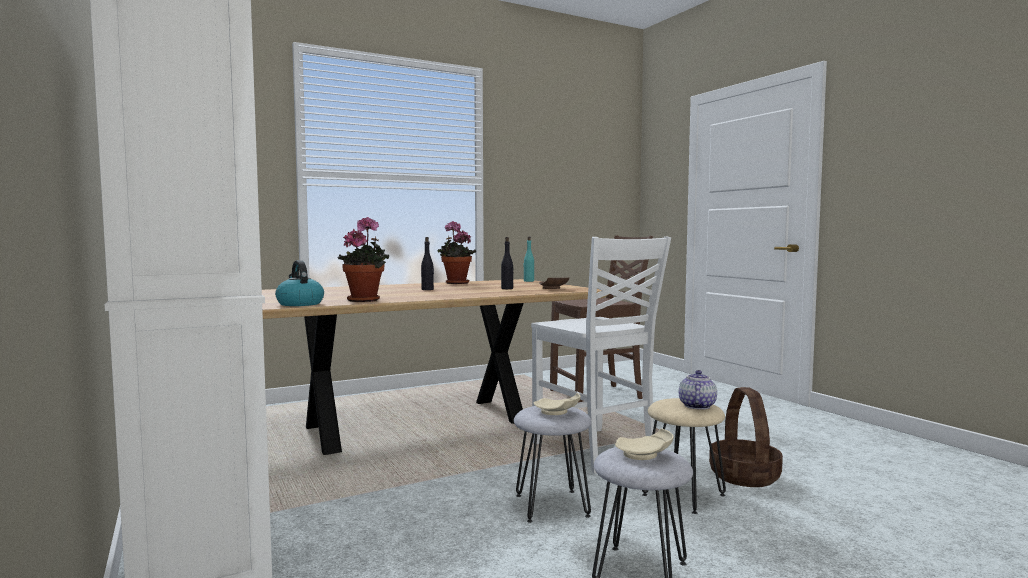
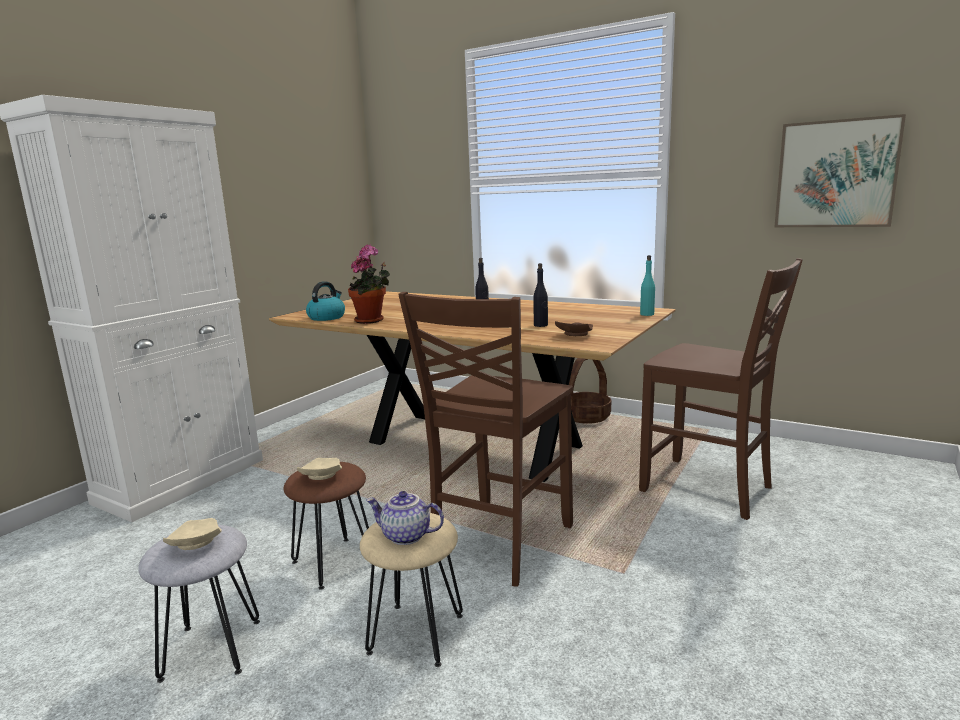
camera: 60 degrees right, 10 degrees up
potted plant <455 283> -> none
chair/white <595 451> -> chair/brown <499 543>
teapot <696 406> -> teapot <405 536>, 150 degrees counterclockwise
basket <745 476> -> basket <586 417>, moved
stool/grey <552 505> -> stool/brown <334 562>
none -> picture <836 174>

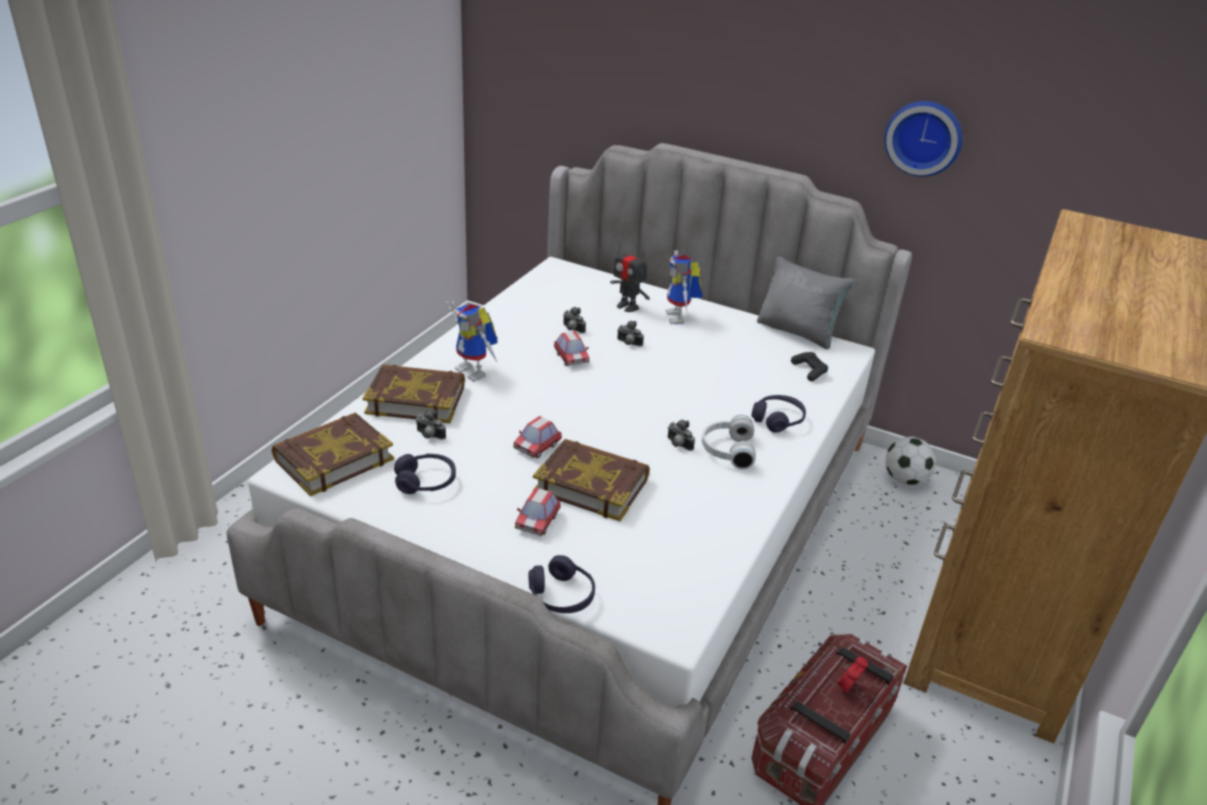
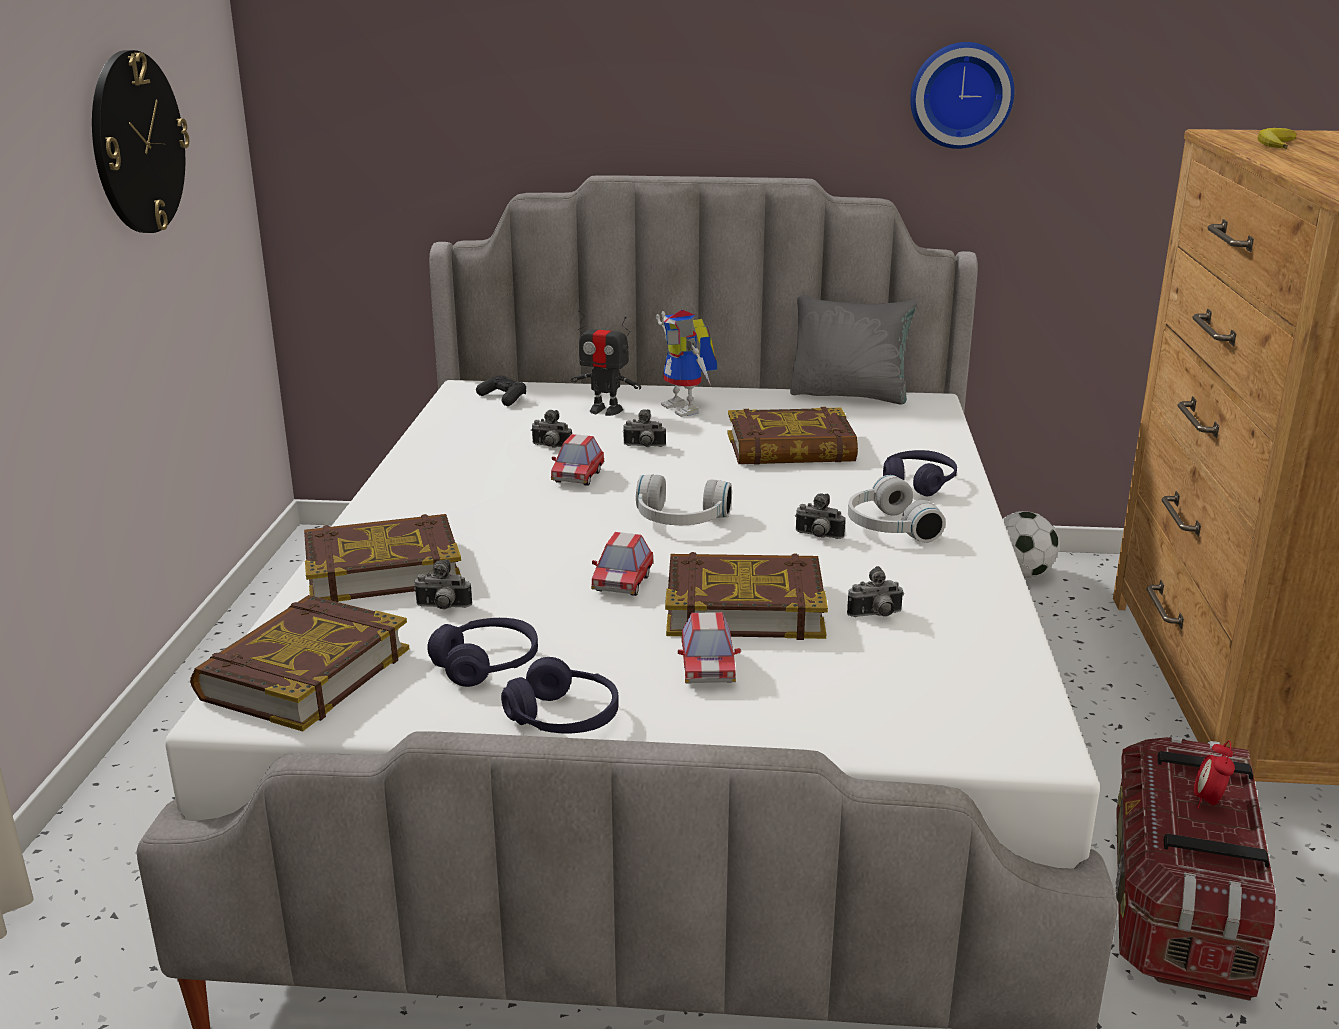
camera: 20 degrees left, 10 degrees down
toy robot <476 372> -> none
toy car <571 358> -> toy car <578 476>, 60 degrees clockwise
game controller/black <809 371> -> game controller/black <503 398>, moved
headphones/purple <561 595> -> headphones/purple <563 718>, moved
none -> wall clock <137 143>
none -> banana <1275 144>
none -> book <790 448>
none -> headphones/white <679 521>
none -> photo camera <876 616>

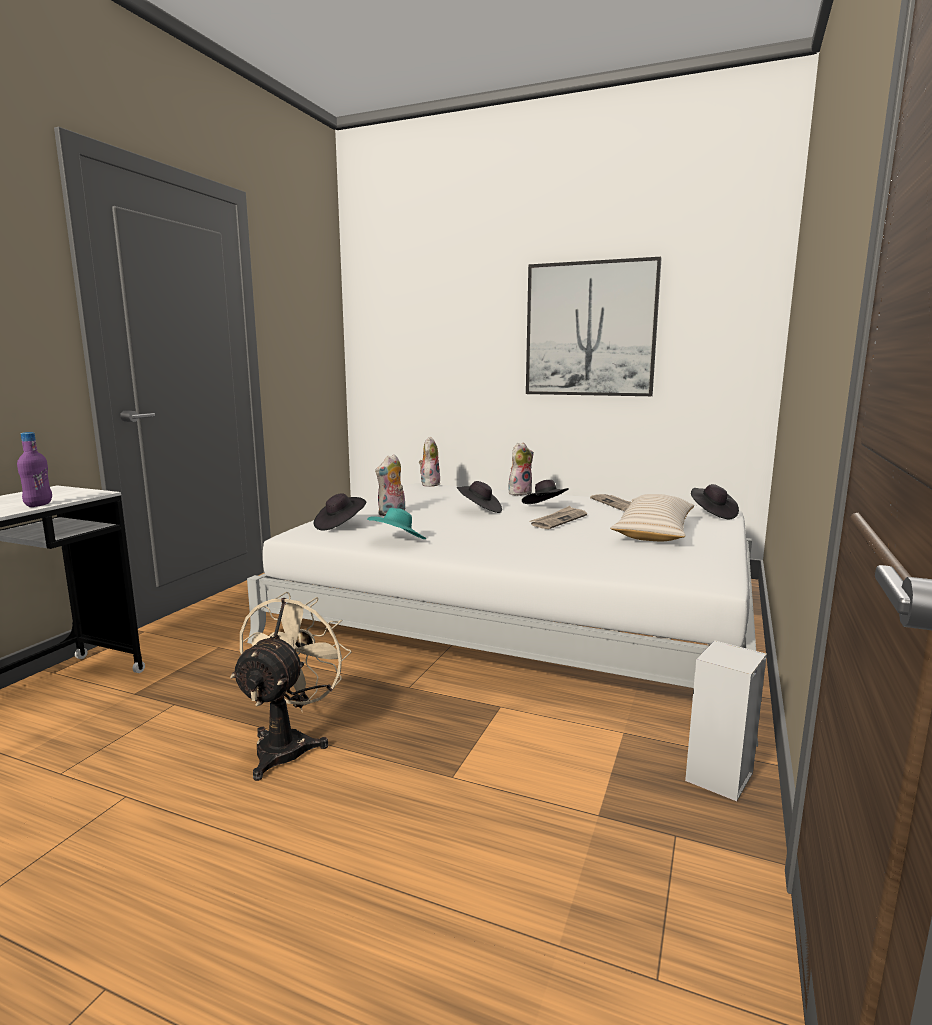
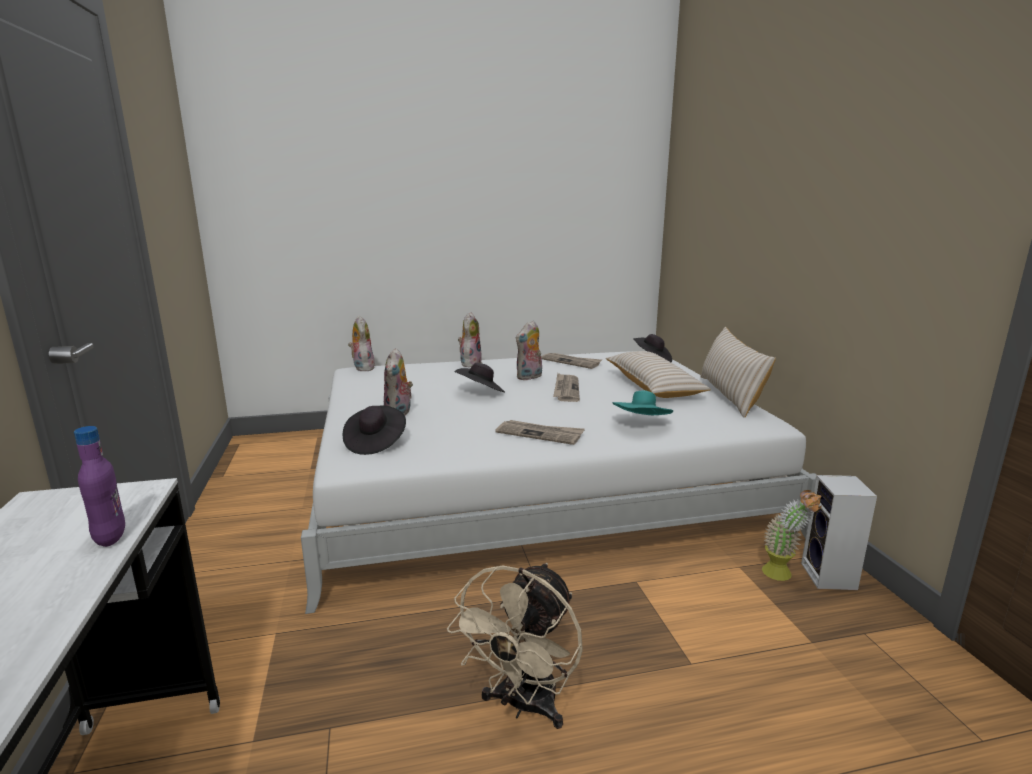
camera: 35 degrees left, 5 degrees up
picture <590 329> -> none
hat/black <545 507> -> plush toy <529 377>
hat/turquoise <398 542> -> hat/turquoise <642 423>, moved
fan/beige <289 744> -> fan/beige <523 706>, 135 degrees counterclockwise
none -> pillow/beige <729 395>
none -> newspaper <540 434>
none -> potted plant <783 576>

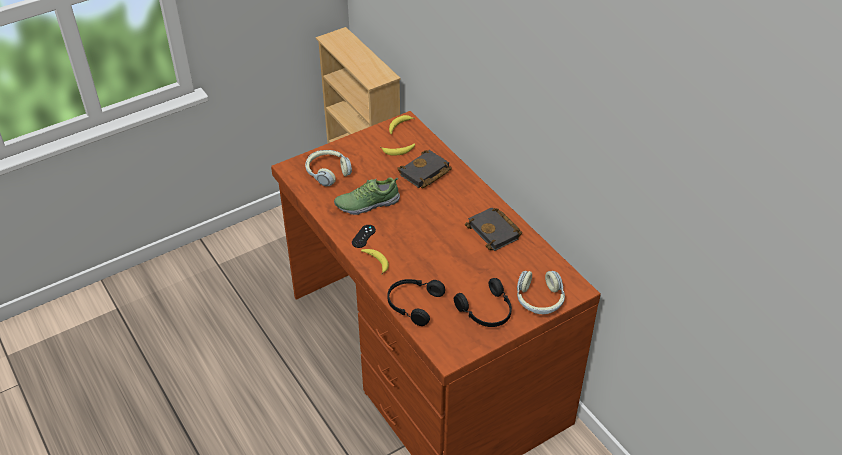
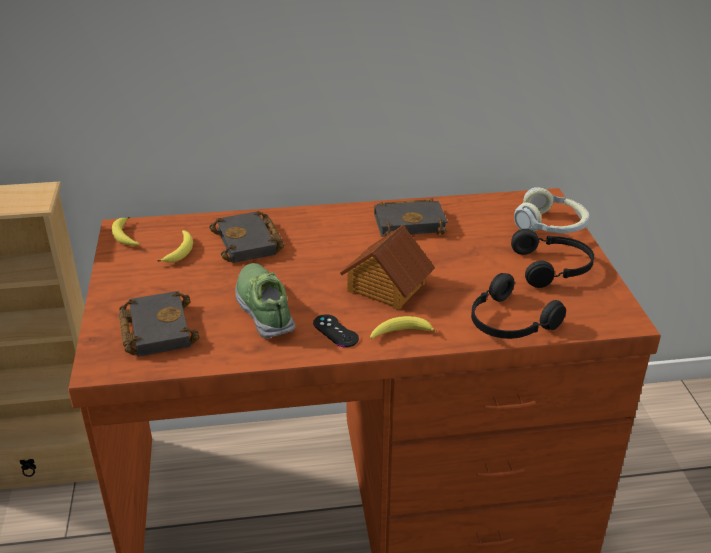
camera: 65 degrees left, 10 degrees down
headphones <327 172> -> book/black <155 328>
shoe <367 203> -> shoe <265 309>, 150 degrees clockwise
none -> toy house <385 287>

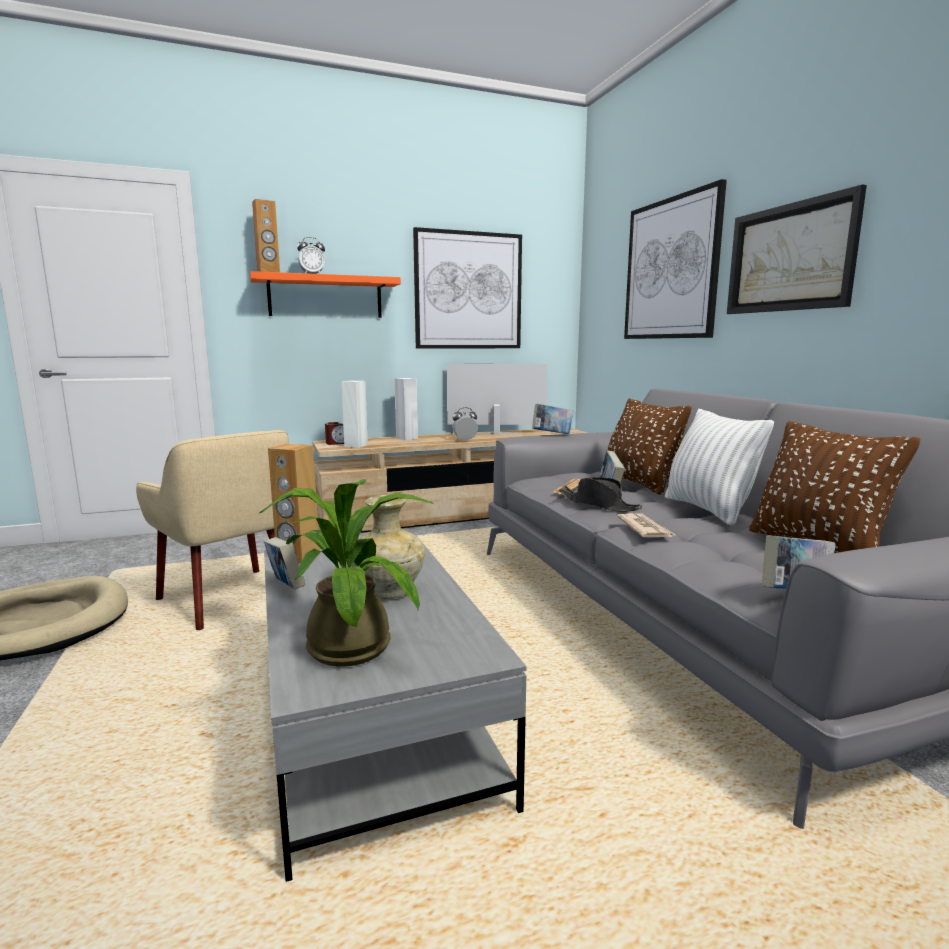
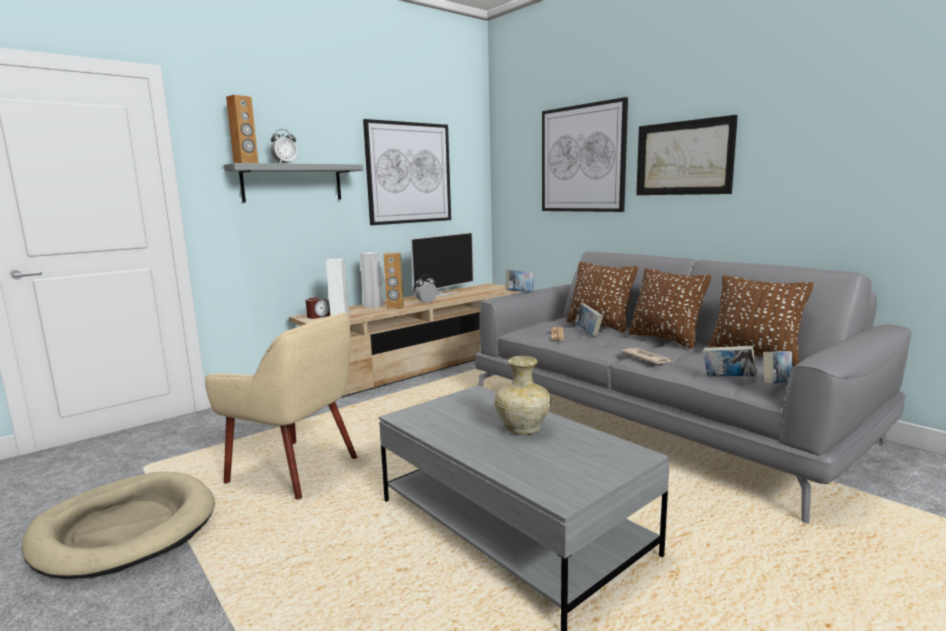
camera: 20 degrees left, 0 degrees up
shelf/orange <325 297> -> shelf/grey <292 183>
television <496 434> -> television <442 294>, 150 degrees clockwise
pillow/white <708 510> -> pillow/brown <665 339>
speaker/brown <298 557> -> speaker/brown <395 307>, moved
hat/black <599 504> -> none
potted plant <350 642> -> none
book <286 587> -> book <728 379>, moved

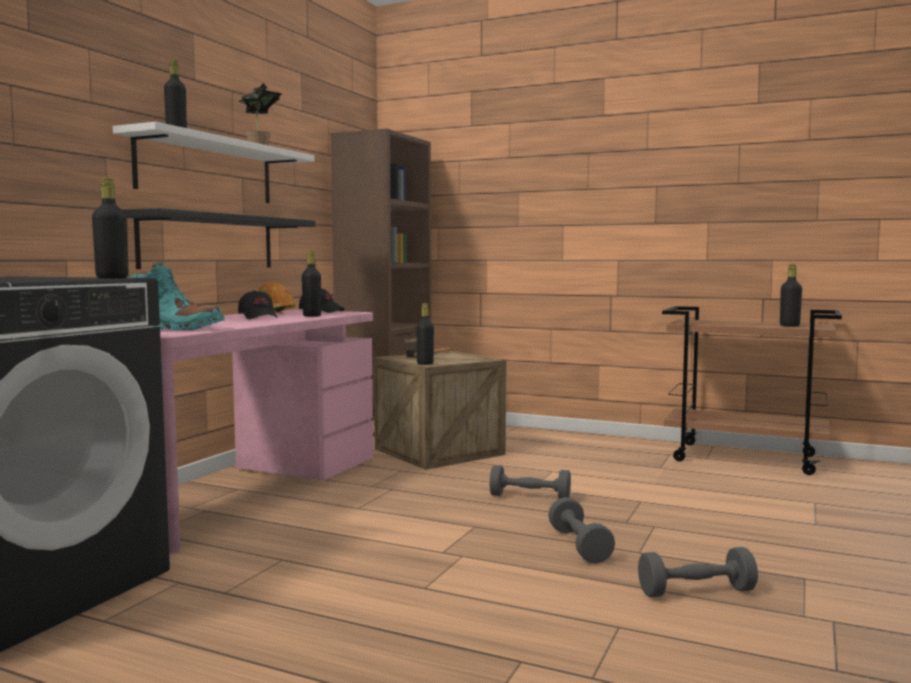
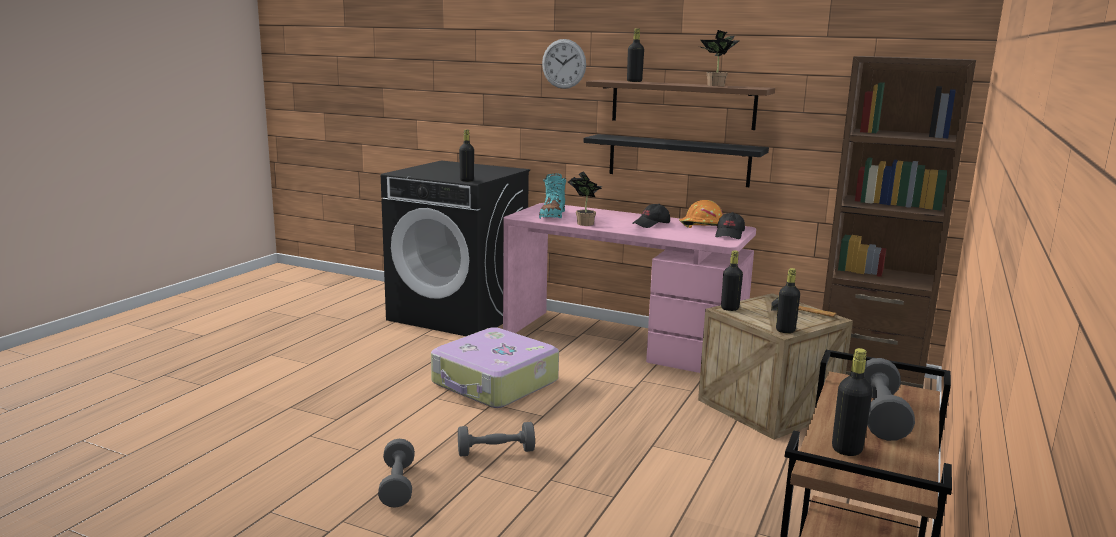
camera: 90 degrees right, 10 degrees up
shelf/white <207 170> -> shelf/brown <682 104>
bottle/black <312 316> -> bottle/black <785 330>, moved
dumbbell/grey <530 497> -> dumbbell/grey <880 416>, moved
none -> wall clock <564 64>
none -> potted plant <583 223>
none -> suitcase <494 383>

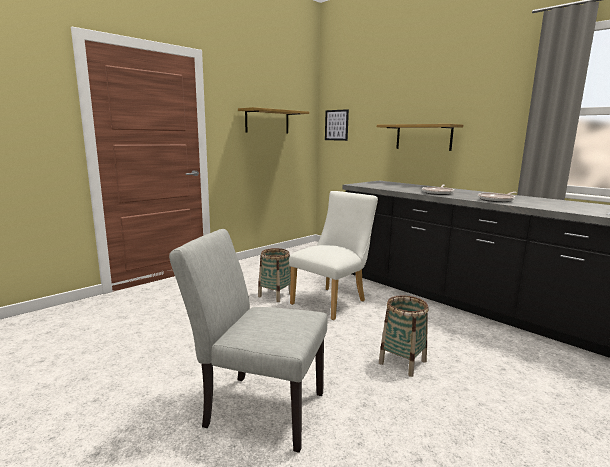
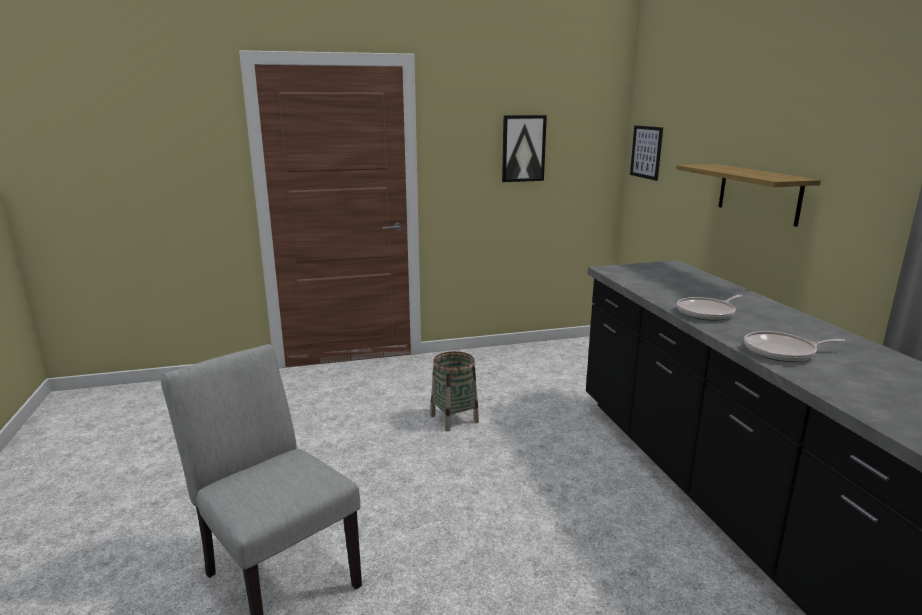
camera: 30 degrees right, 5 degrees up
shelf <267 121> -> picture <523 148>
chair/white <332 301> -> none
basket <402 362> -> none

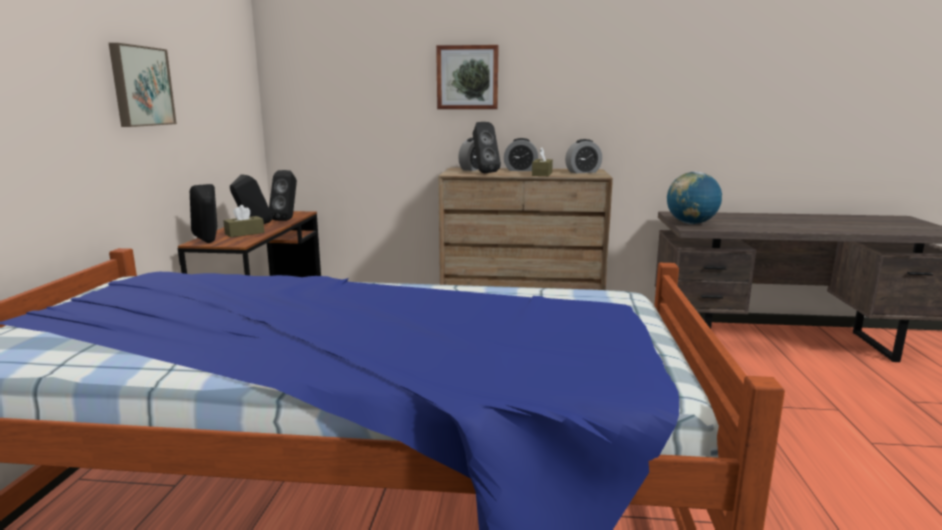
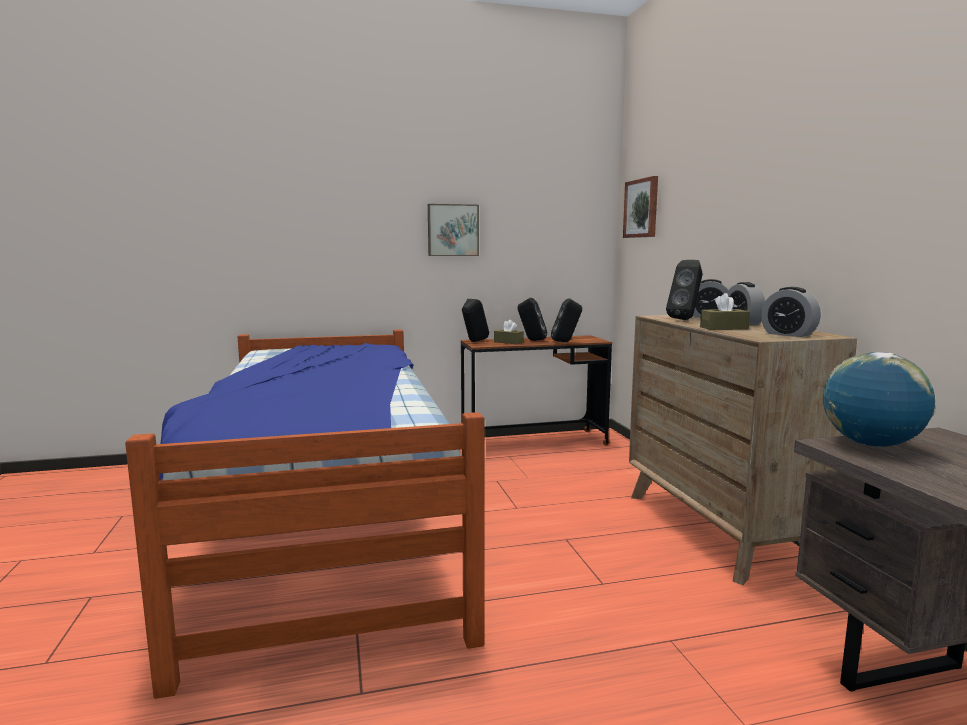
camera: 70 degrees right, 5 degrees down
picture <467 77> -> picture <642 208>, moved

